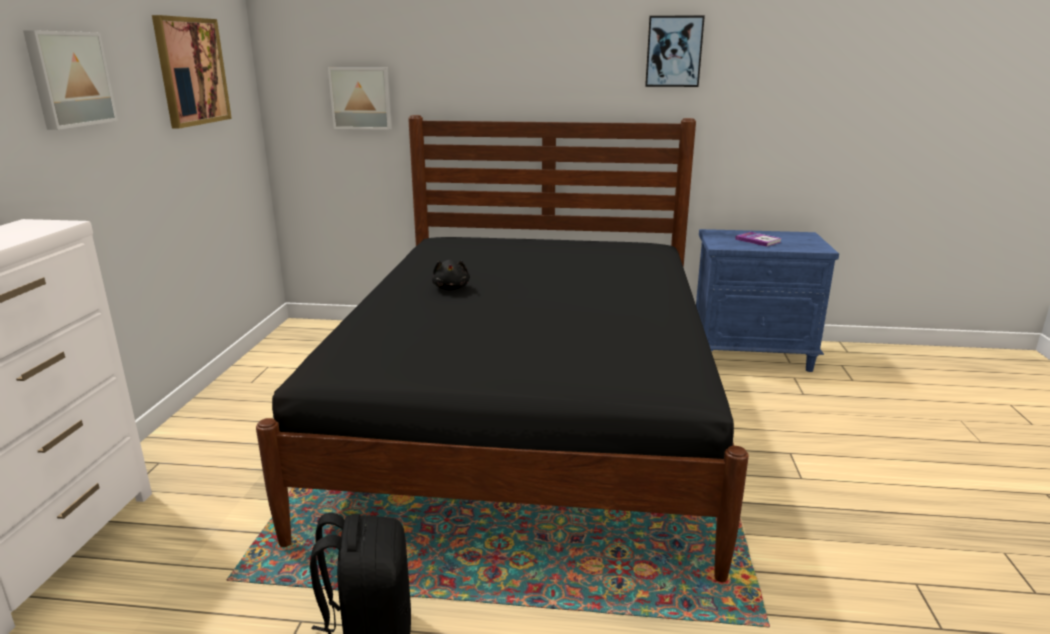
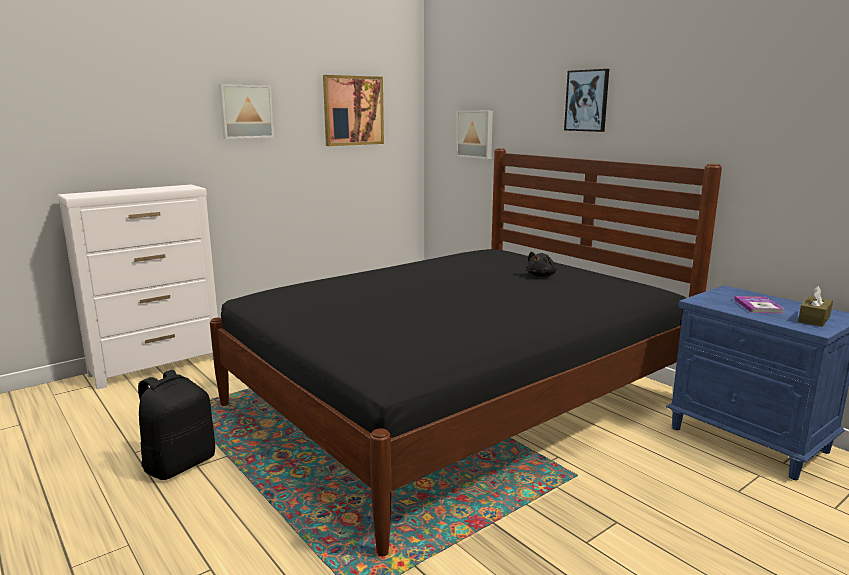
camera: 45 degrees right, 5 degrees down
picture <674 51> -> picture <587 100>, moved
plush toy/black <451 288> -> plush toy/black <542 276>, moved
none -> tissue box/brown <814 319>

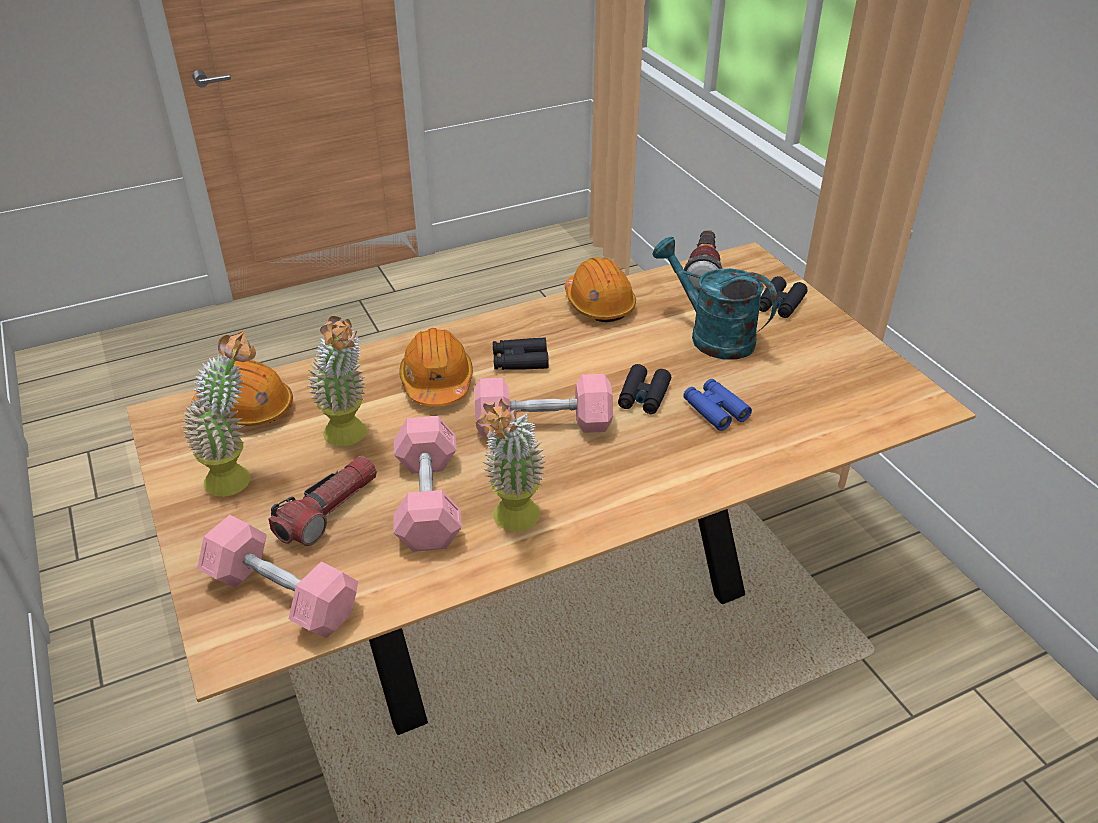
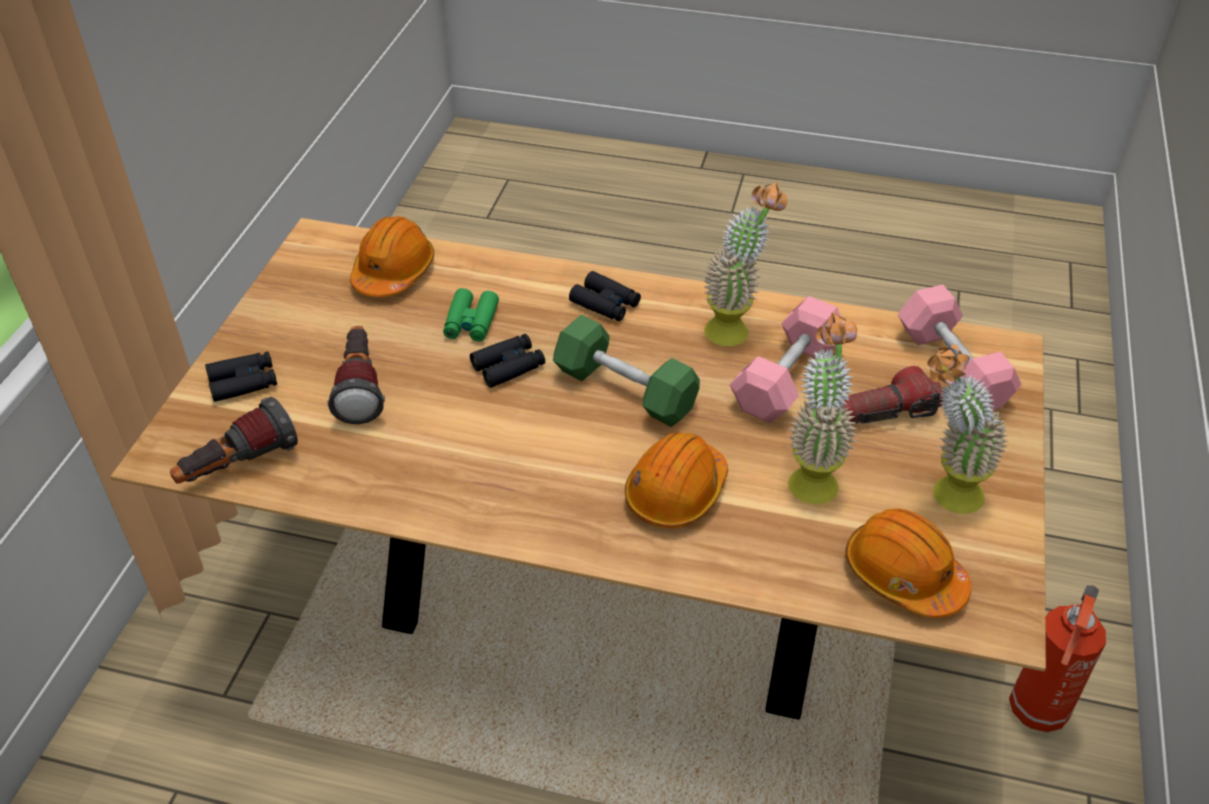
camera: 140 degrees left, 5 degrees up
watering can/turquoise <711 336> -> flashlight <360 388>
hard hat/orange <599 304> -> hard hat/orange <393 272>, moved
binoculars/black <520 360> -> binoculars/black <605 303>, moved
dumbbell/pink <543 424> -> dumbbell/green <625 390>
binoculars/blue <715 410> -> binoculars/green <471 322>
none -> fire extinguisher <1036 712>

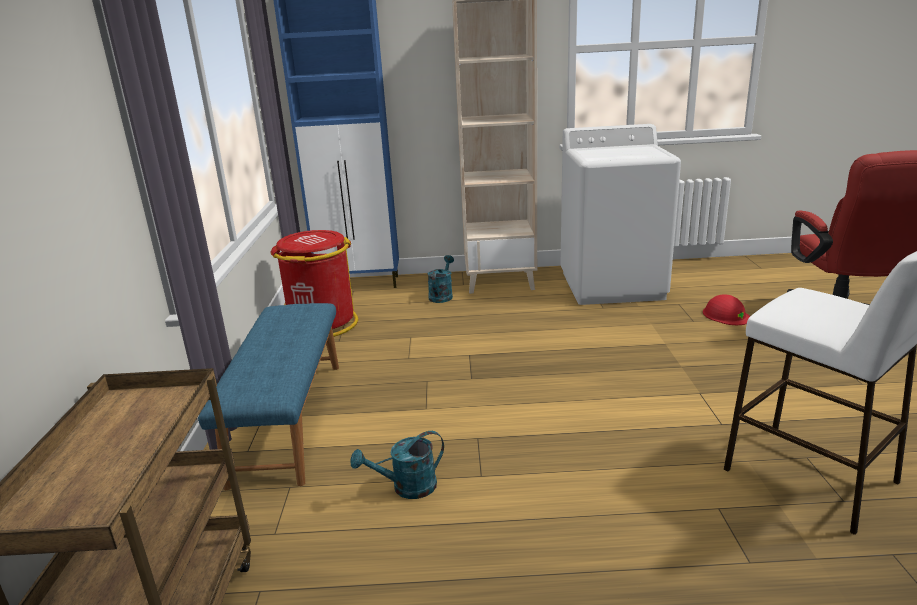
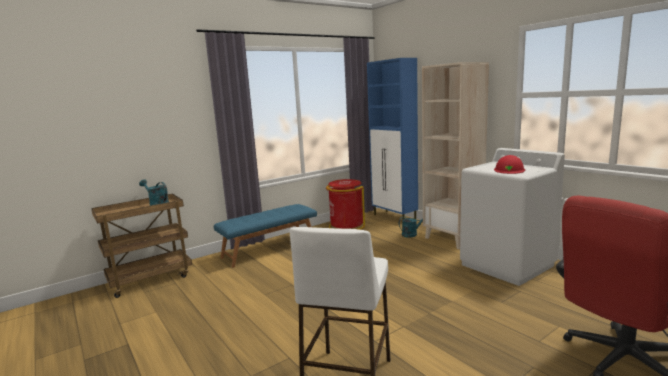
camera: 55 degrees right, 10 degrees down
hard hat/red <726 315> -> hard hat/red <509 170>, moved
watering can/turquoise <407 488> -> watering can/turquoise <157 205>, moved

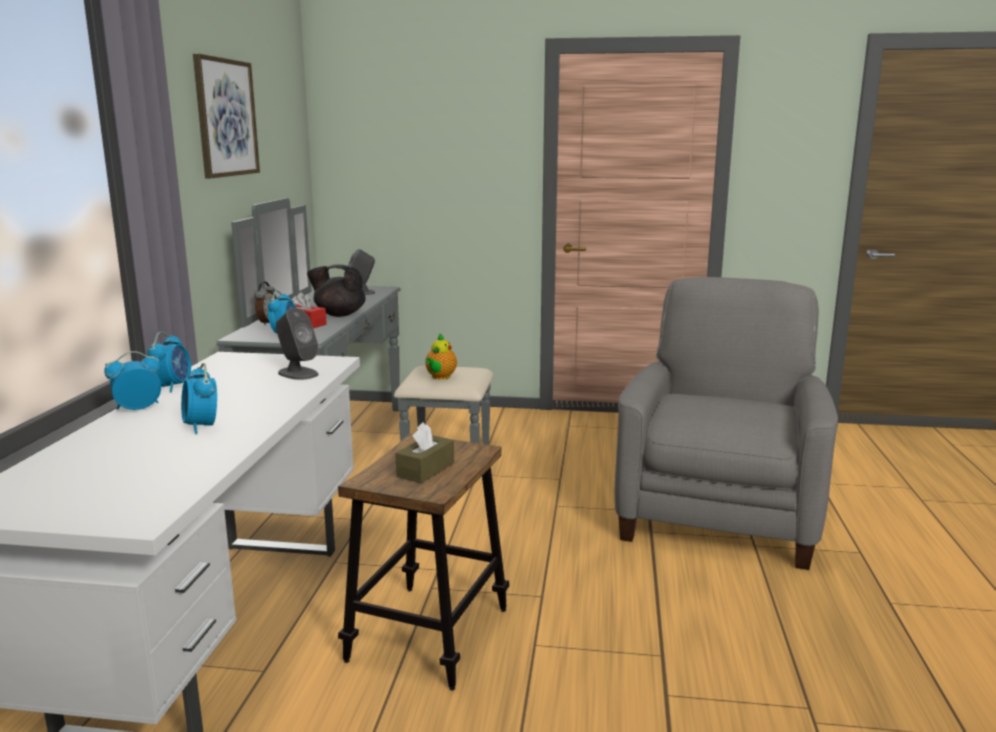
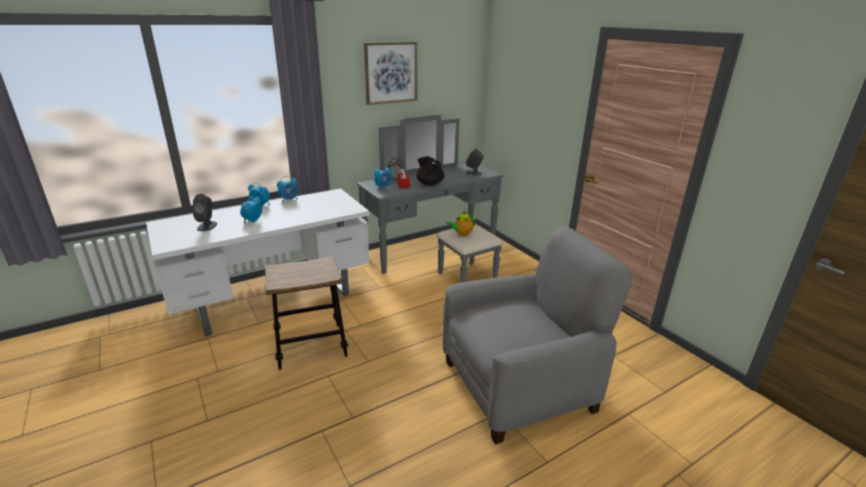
camera: 50 degrees right, 10 degrees up
speaker/grey <297 373> -> speaker/grey <207 226>, moved
tissue box/brown <425 469> -> none

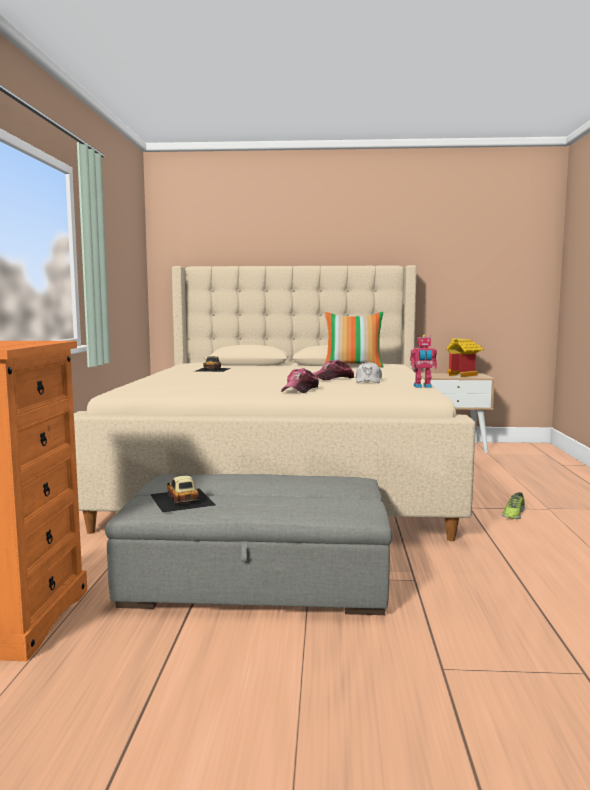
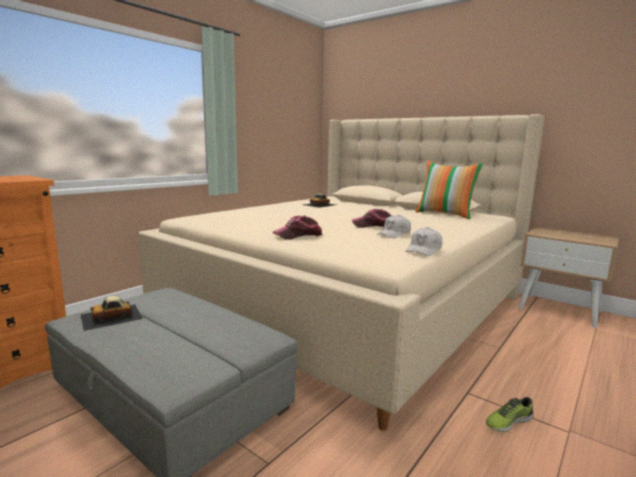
camera: 35 degrees right, 5 degrees up
toy robot <423 386> -> cap/white <424 250>
toy house <462 375> -> none
toy car <181 499> -> toy car <111 316>, 135 degrees counterclockwise

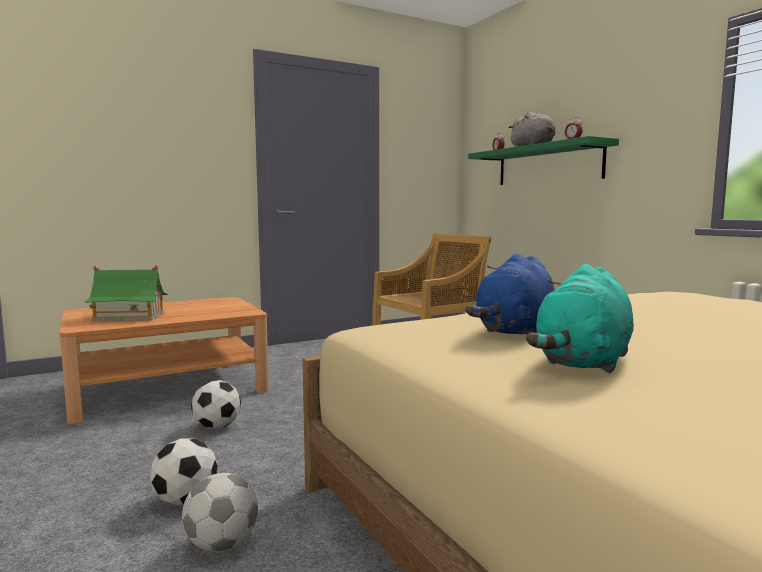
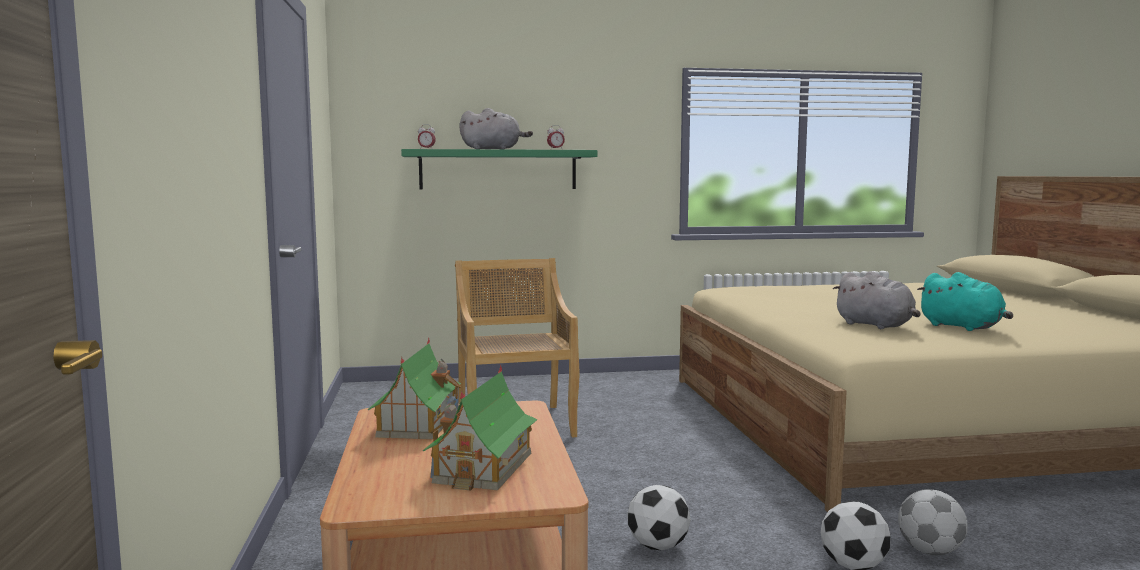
camera: 70 degrees left, 0 degrees up
plush toy/blue <515 331> -> plush toy/grey <876 326>
none -> toy house <418 423>

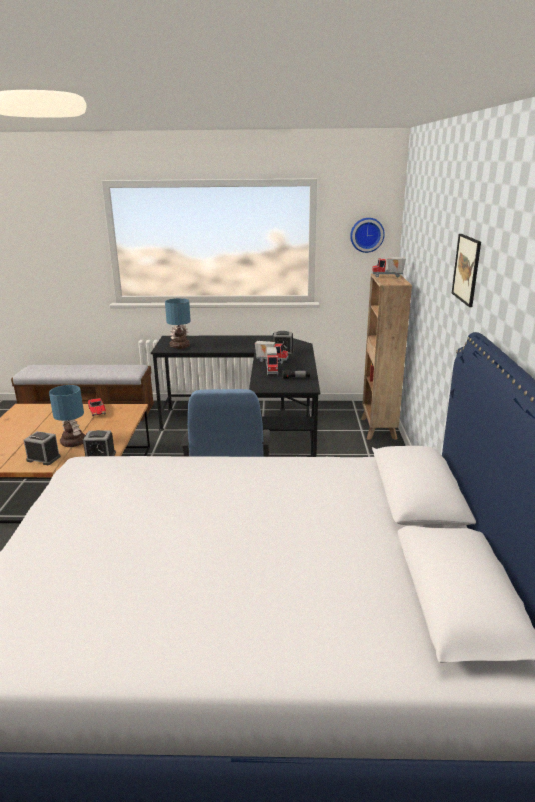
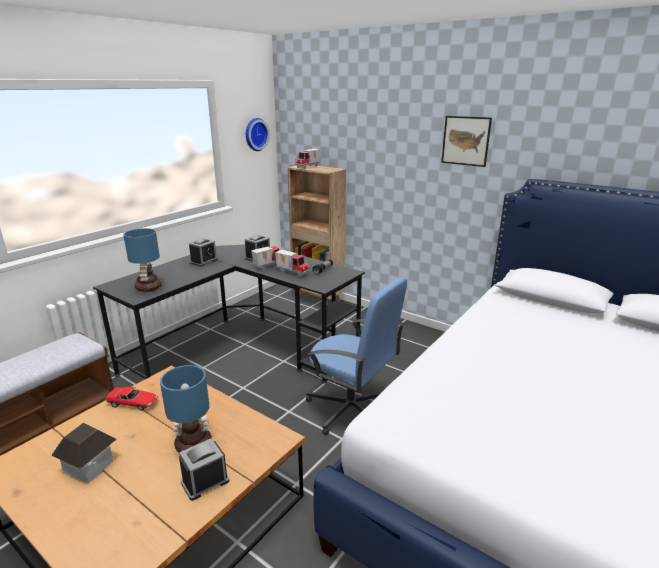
camera: 55 degrees left, 0 degrees up
alarm clock <100 456> -> alarm clock <204 261>, moved
none -> toy house <89 466>

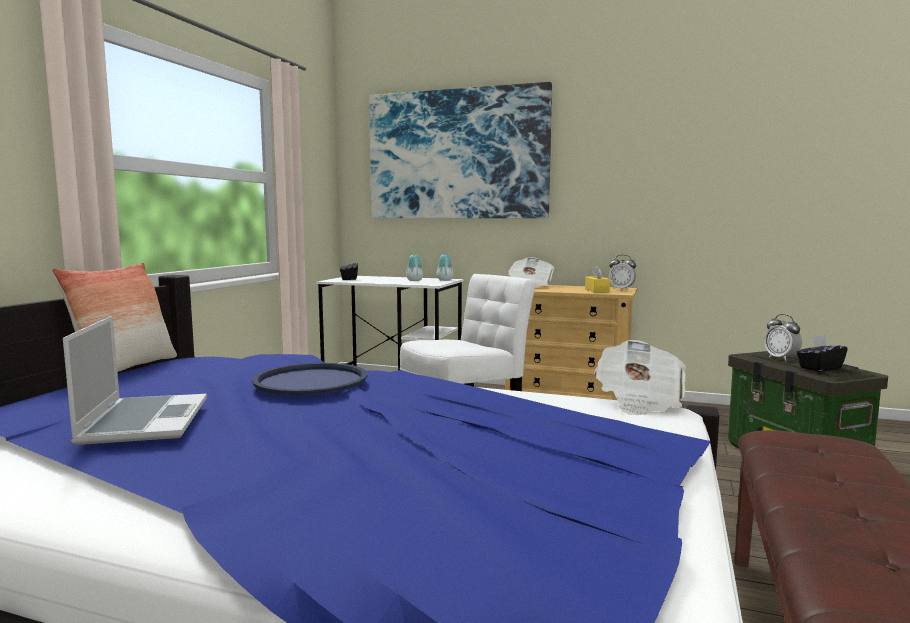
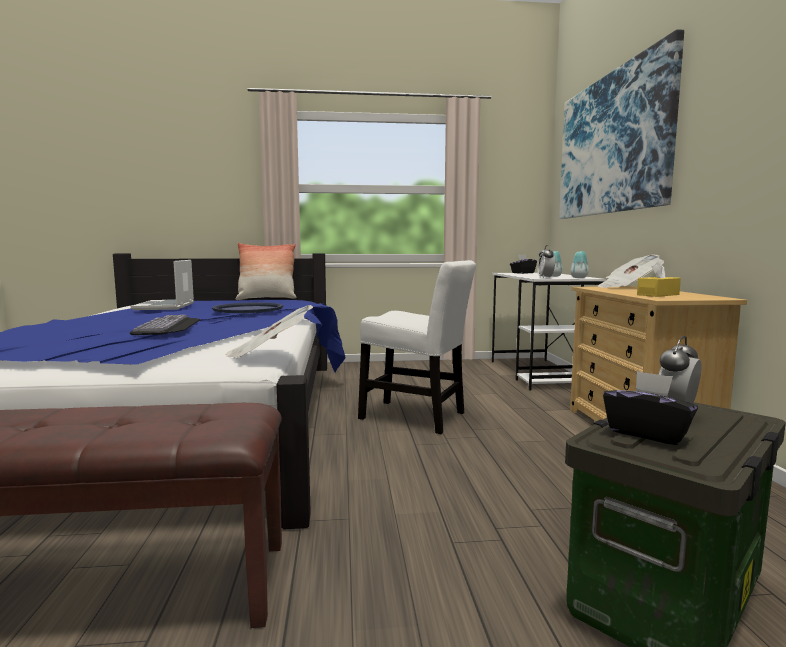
camera: 65 degrees right, 0 degrees up
alarm clock <621 289> -> alarm clock <545 278>, moved
laptop <144 421> -> laptop <165 306>, 120 degrees clockwise
none -> keyboard <170 326>

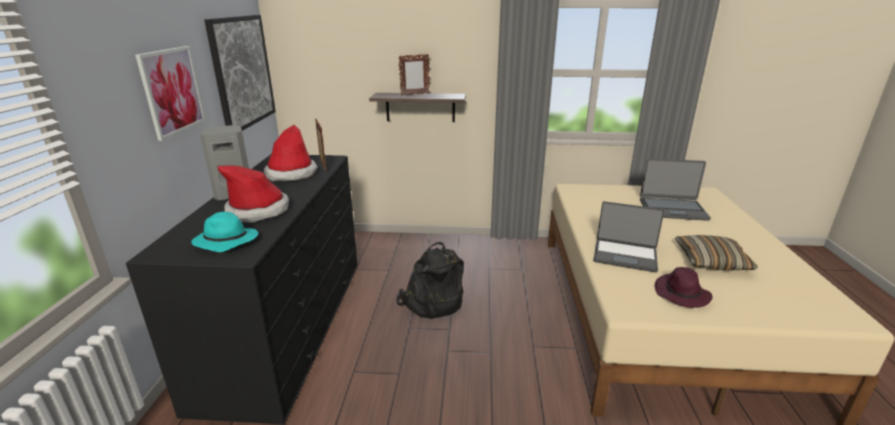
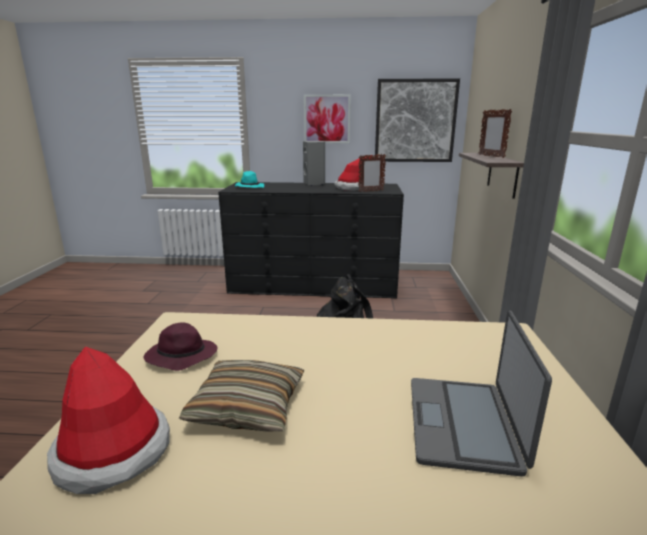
camera: 90 degrees right, 5 degrees down
hat <258 210> -> hat <113 452>, moved
laptop <625 256> -> none

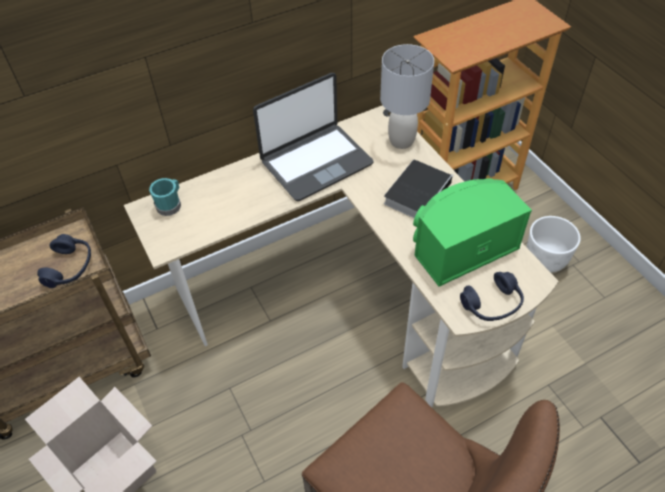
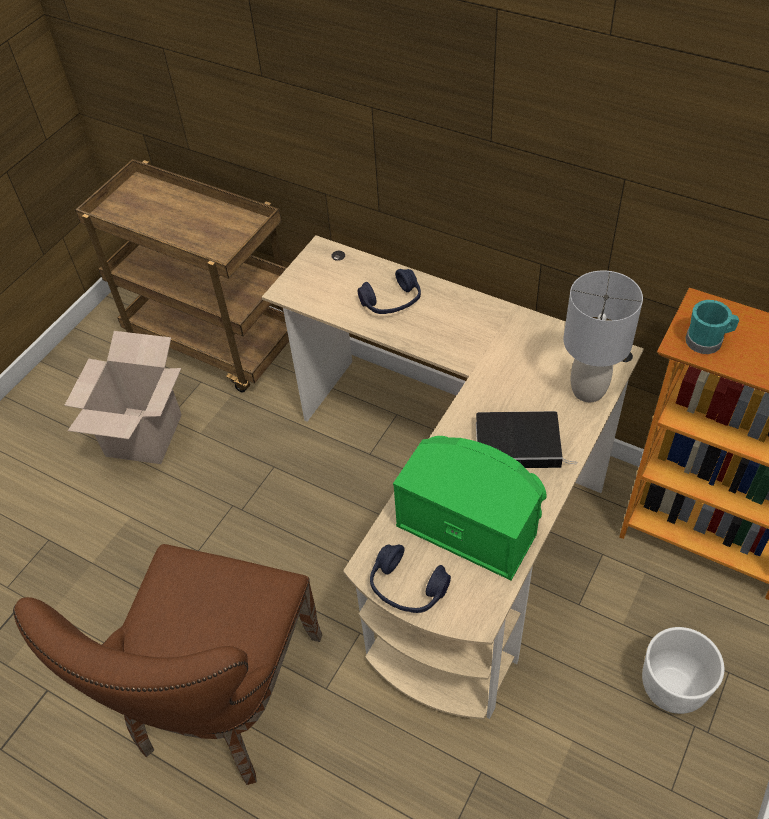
camera: 60 degrees right, 0 degrees up
laptop <315 162> -> none
mug/turquoise <170 205> -> mug/turquoise <707 341>, moved
headphones/blue <70 267> -> headphones/blue <392 302>, moved

